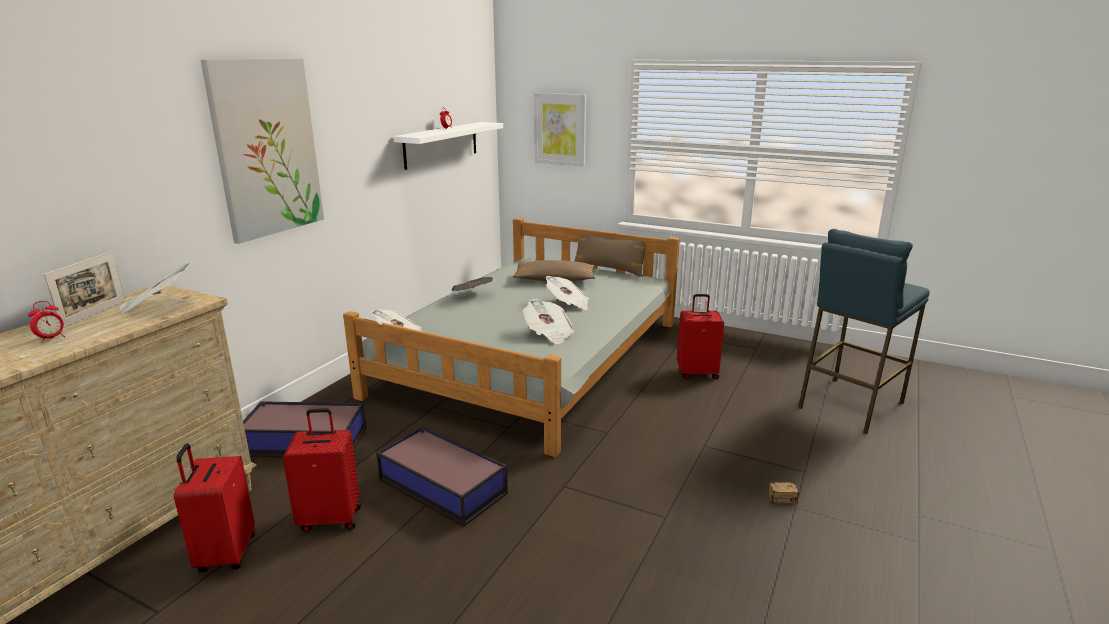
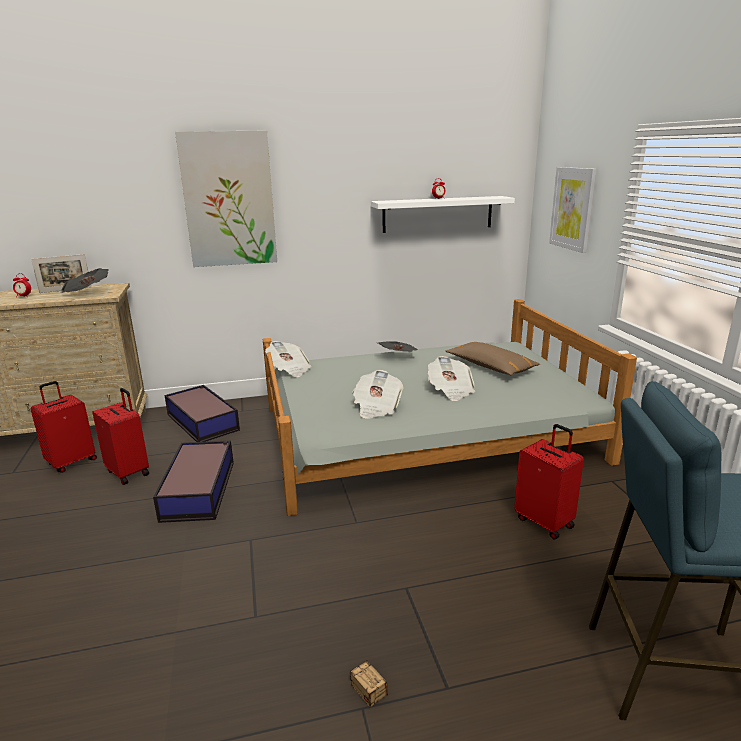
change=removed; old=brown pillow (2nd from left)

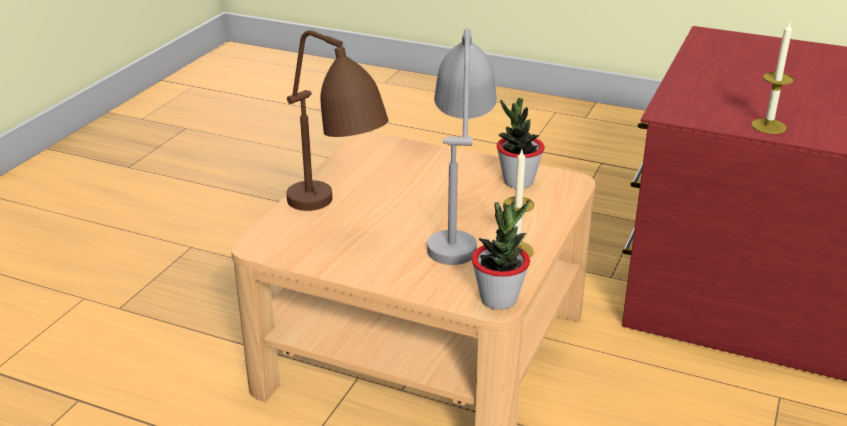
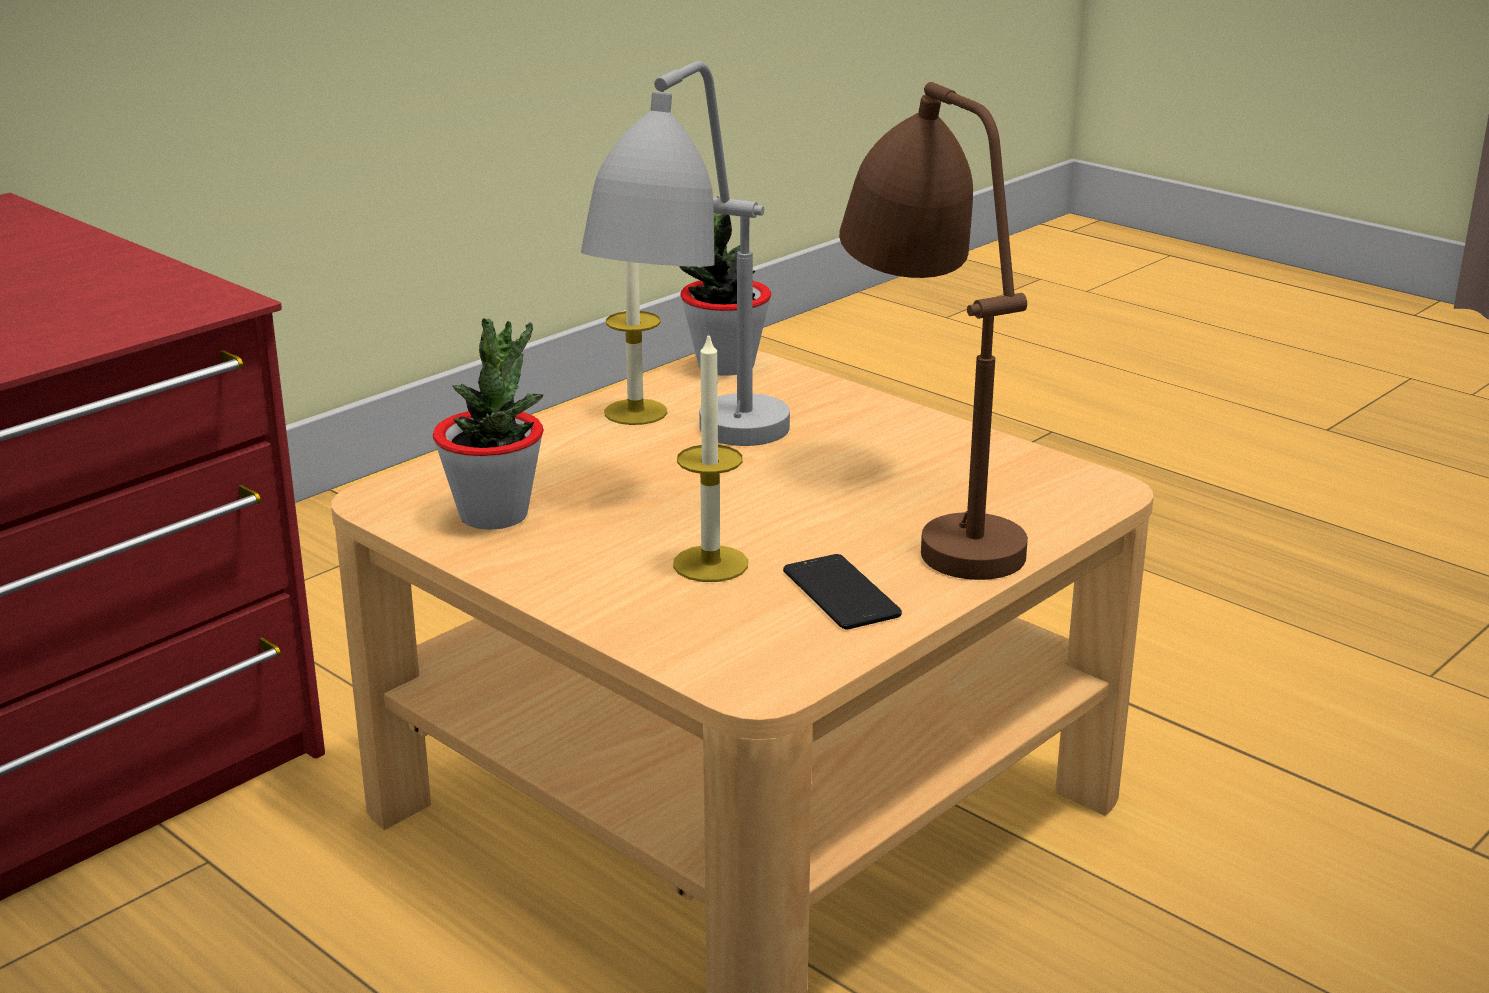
change=moved; old=candle (2nd from left)
change=added; new=phone

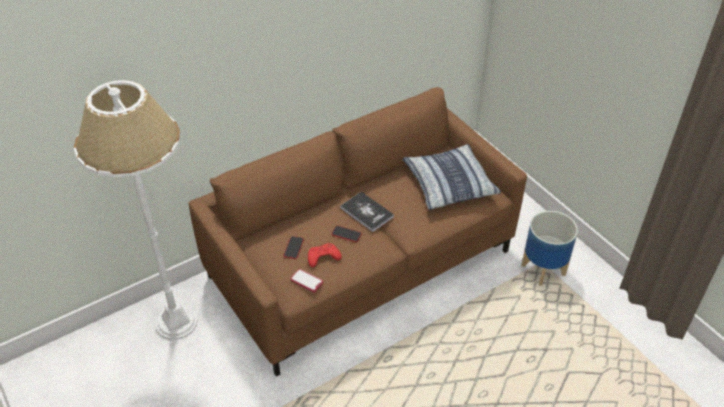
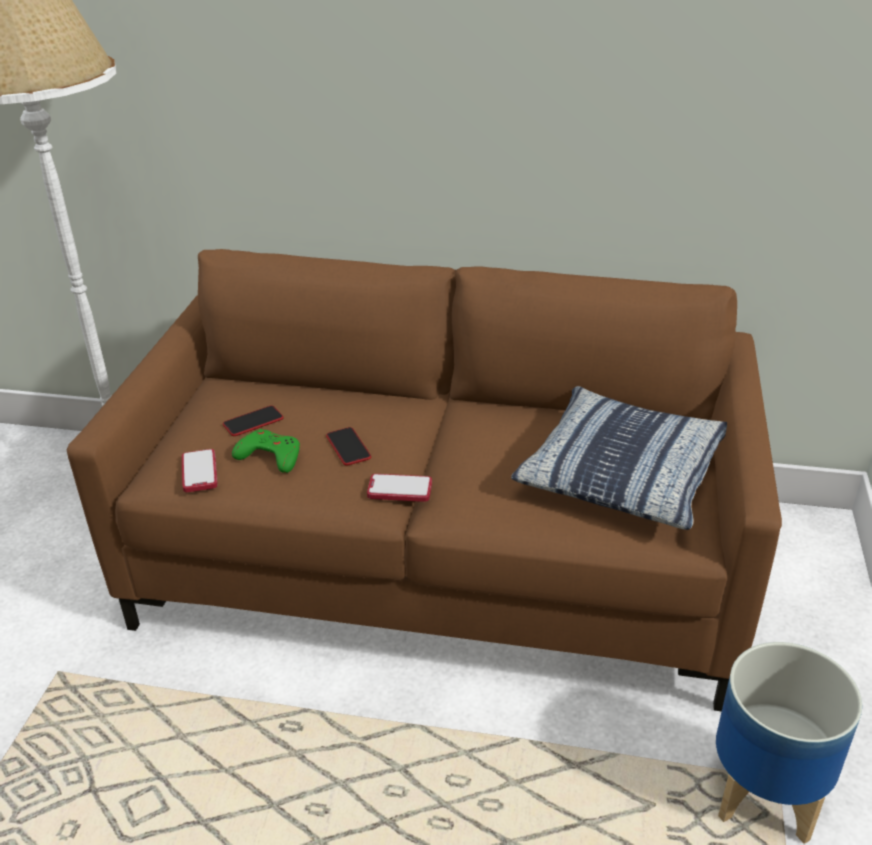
change=removed; old=book
change=recoloured; old=red game controller; new=green game controller
change=added; new=phone (4th from left)

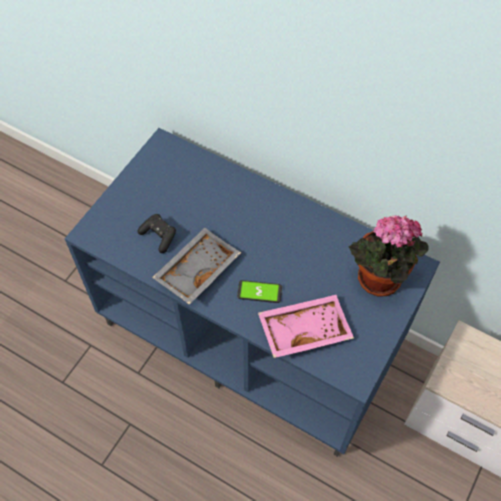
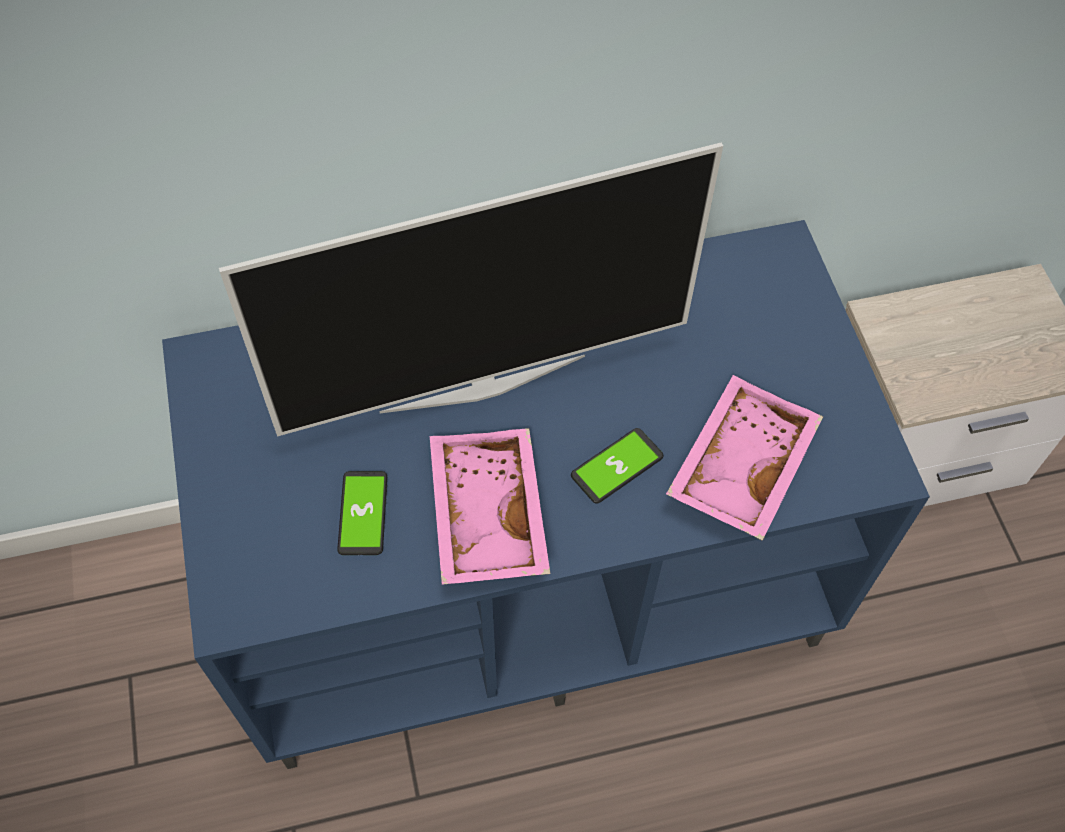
change=replaced; old=black game controller; new=phone (1st from left)
change=removed; old=potted plant
change=recoloured; old=grey tray; new=pink tray (1st from left)
change=added; new=television

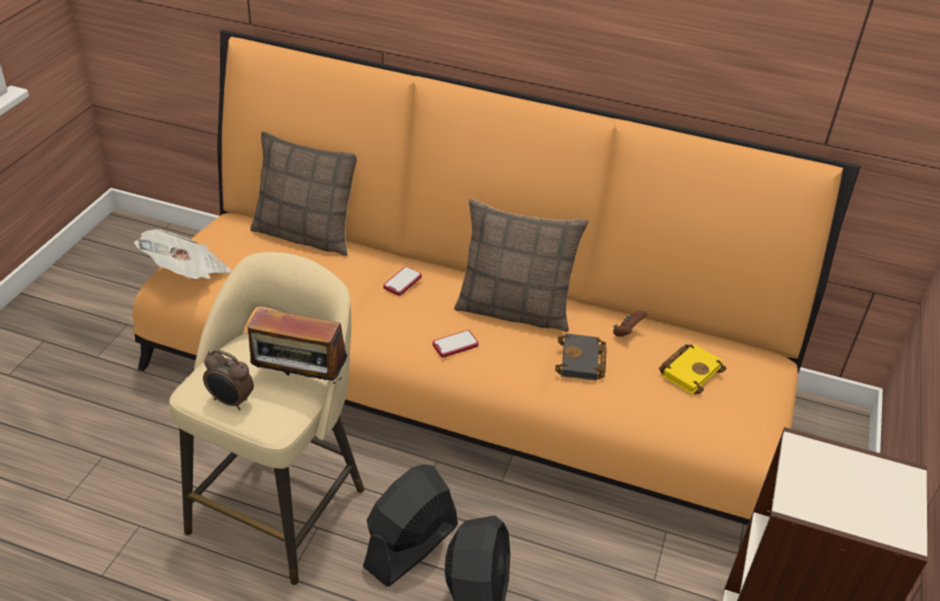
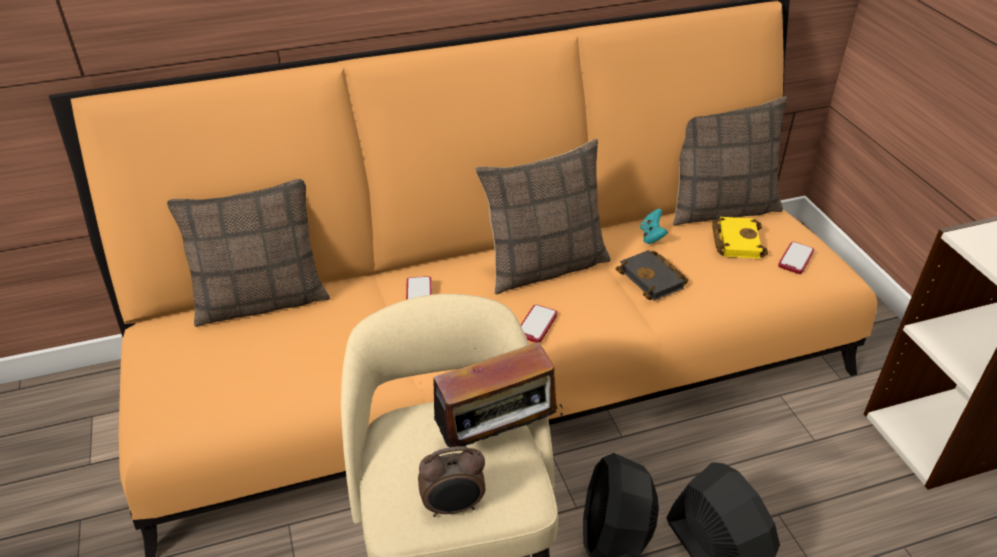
change=removed; old=newspaper
change=recoloured; old=brown game controller; new=turquoise game controller
change=added; new=pillow (3rd from left)
change=added; new=phone (3rd from left)

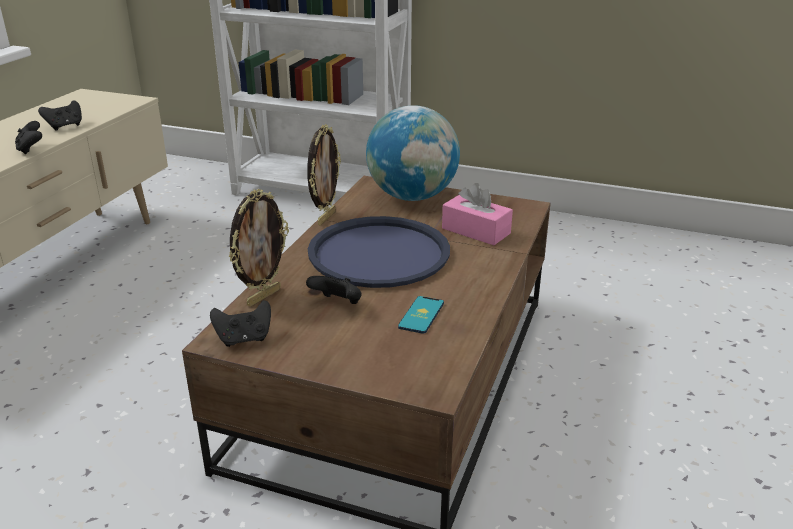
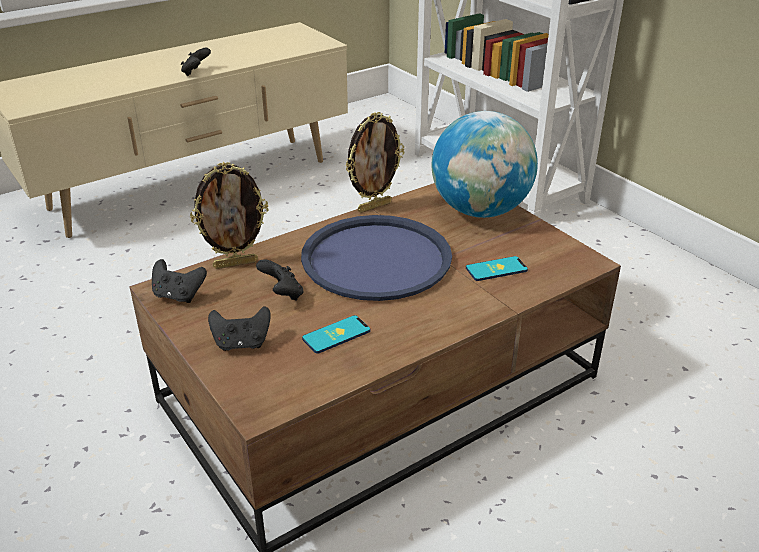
change=moved; old=black game controller (2nd from left in the first image); new=black game controller (3rd from left)
change=replaced; old=pink tissue box; new=phone (2nd from left)

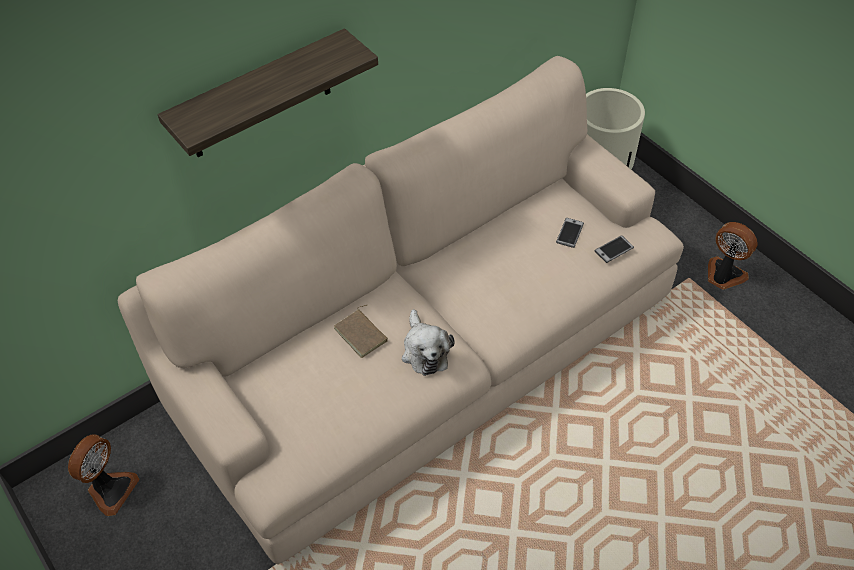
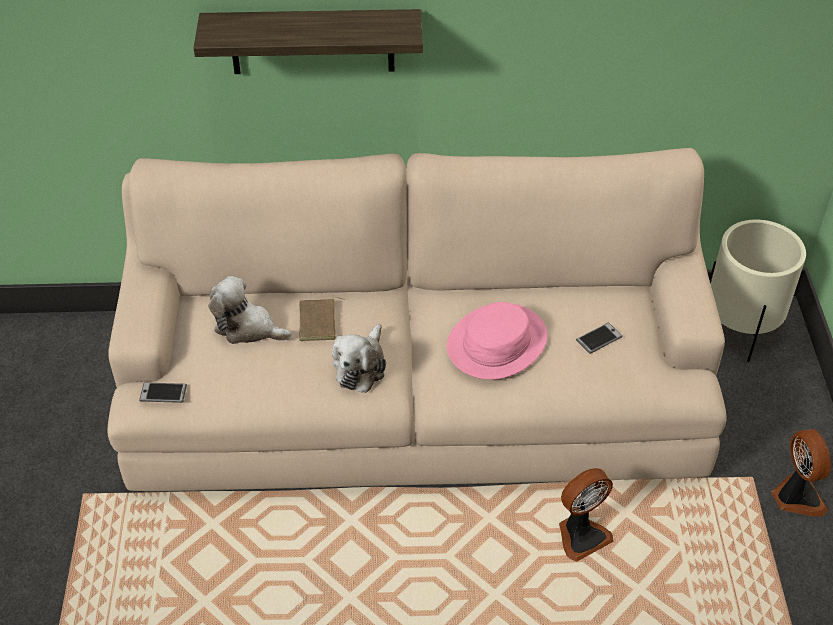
change=moved; old=phone (2nd from left in the first image); new=phone (1st from left)
change=moved; old=fan (1st from left)
change=added; new=plush toy (1st from left)
change=added; new=pink hat

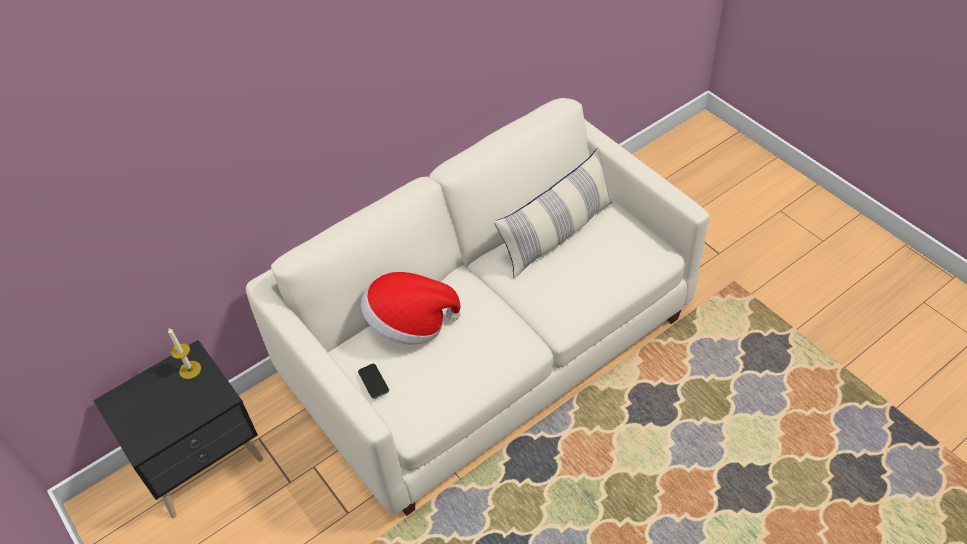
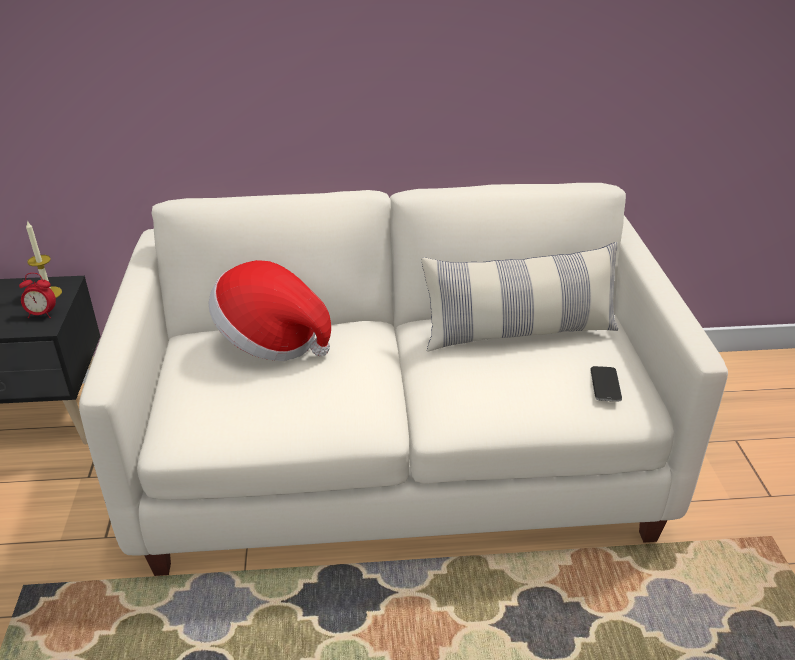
change=moved; old=phone
change=added; new=alarm clock

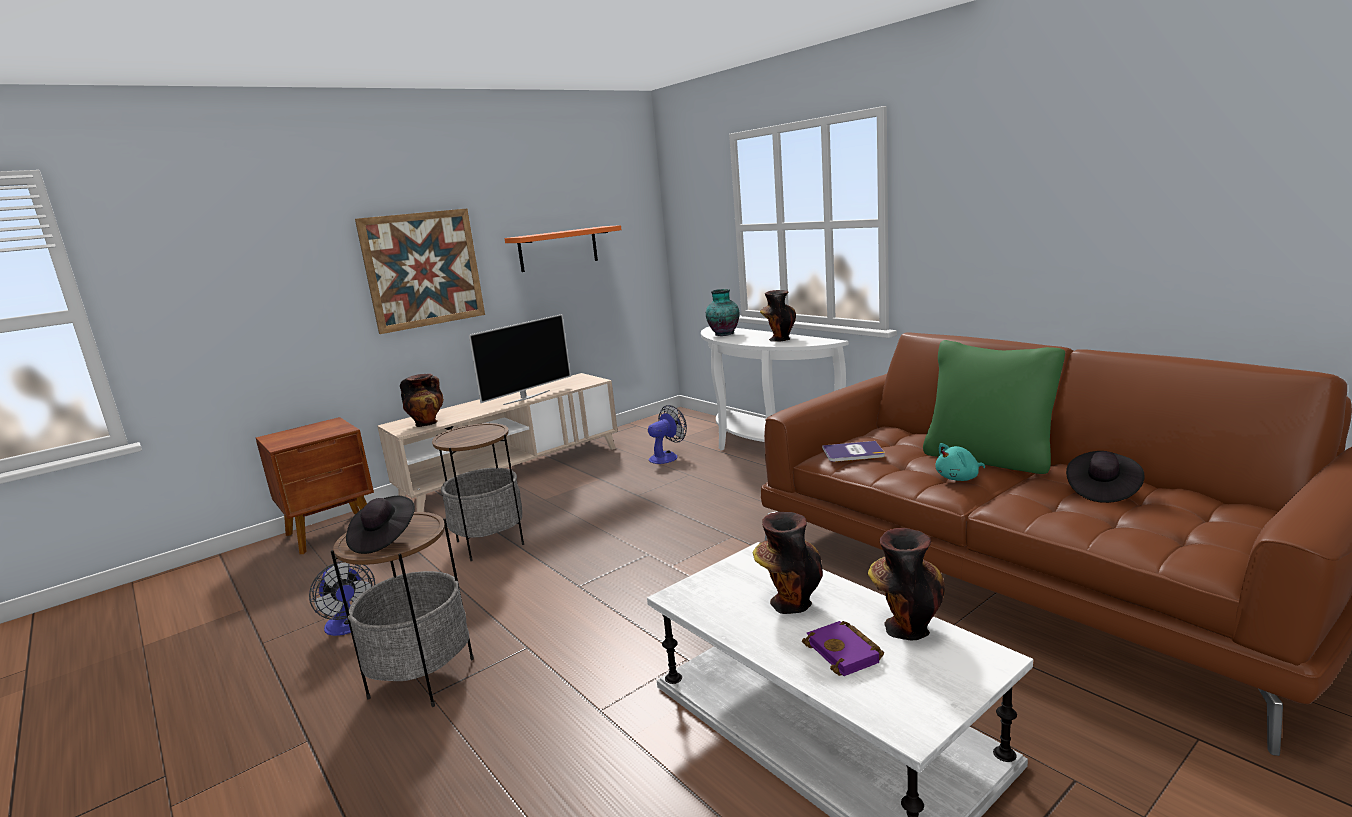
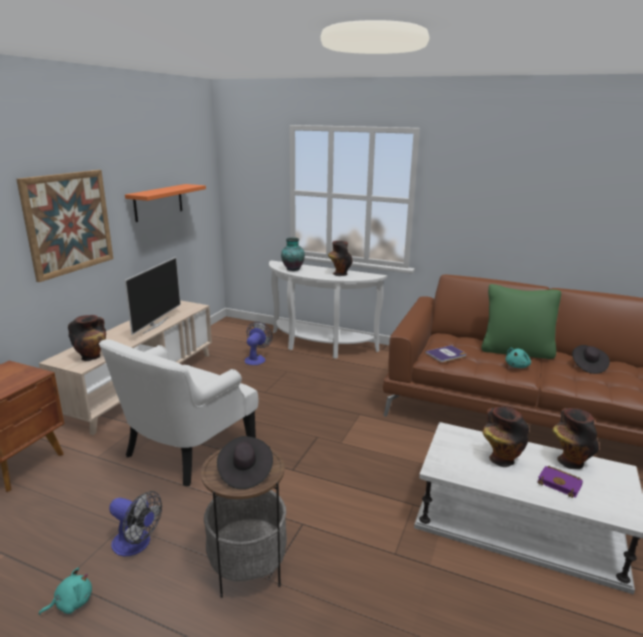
change=replaced; old=side table (2nd from left); new=white armchair
change=added; new=turquoise plush toy (1st from left)

